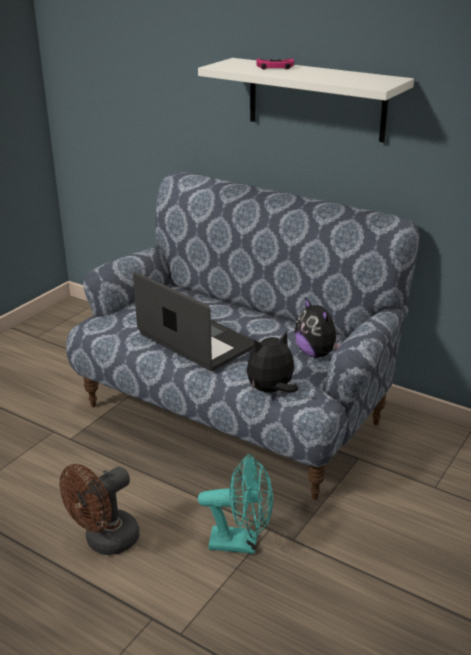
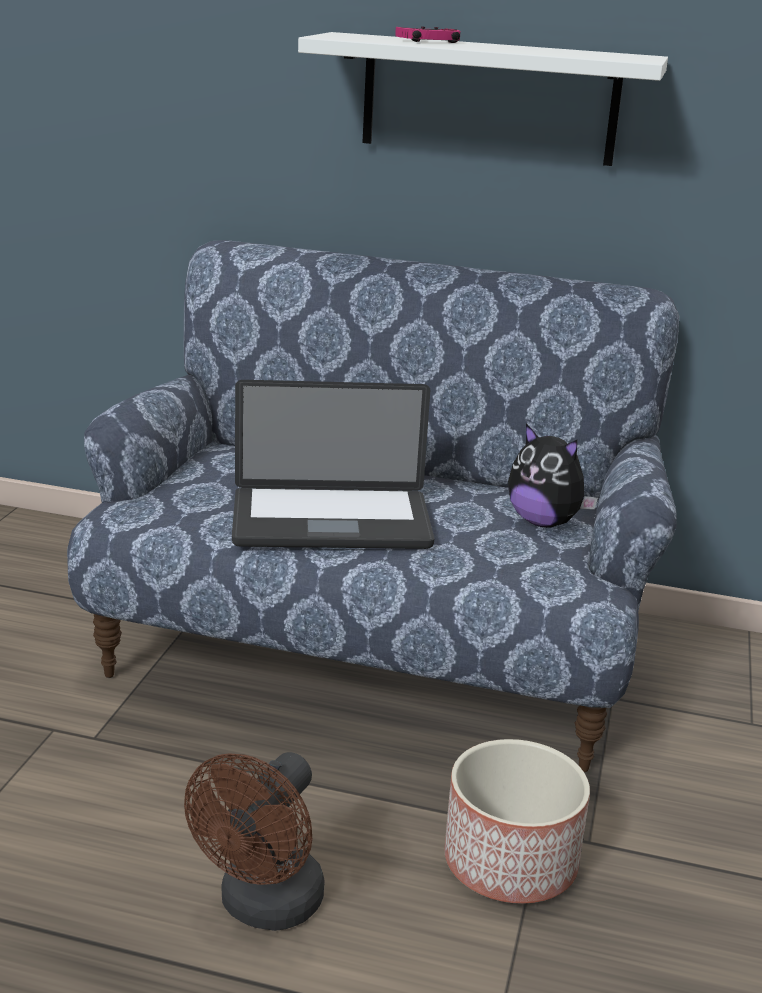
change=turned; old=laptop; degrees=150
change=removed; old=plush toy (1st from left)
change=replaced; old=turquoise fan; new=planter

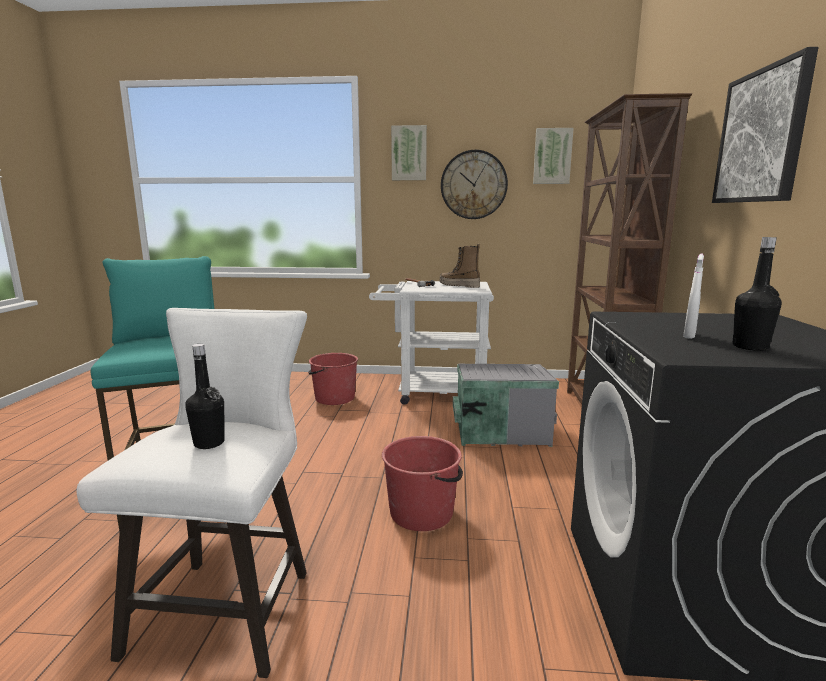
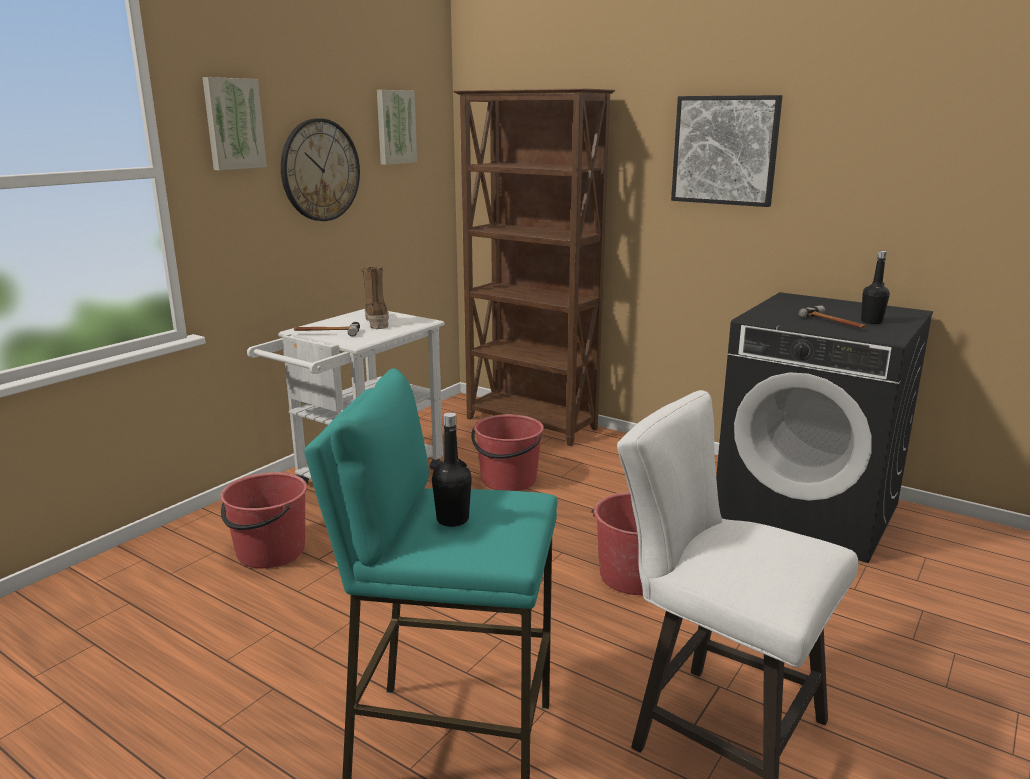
change=turned; old=boot; degrees=105
change=replaced; old=white spray bottle; new=hammer (2nd from left)
change=moved; old=black bottle (1st from left)
change=replaced; old=grey storage box; new=red bucket (2nd from left)

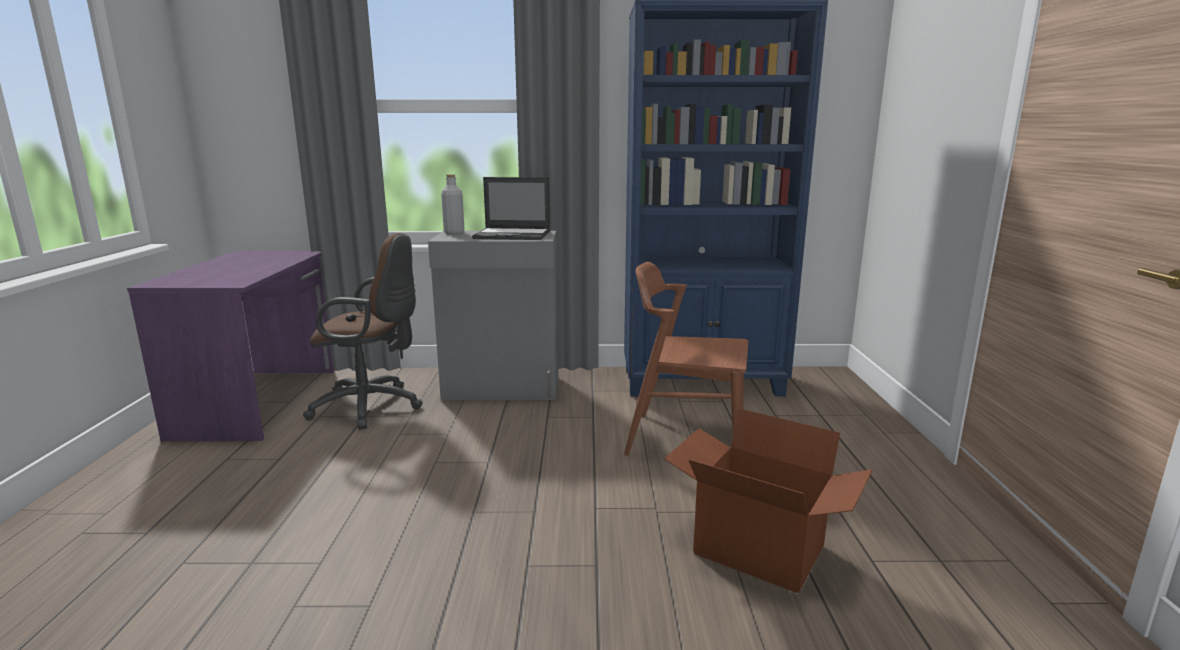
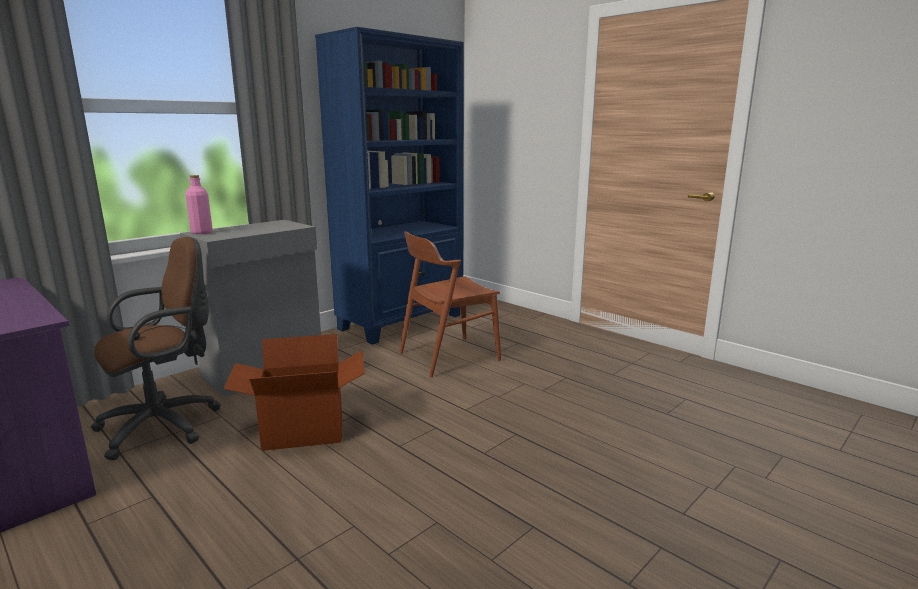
change=recoloured; old=grey bottle; new=pink bottle
change=removed; old=laptop
change=moved; old=cardboard box

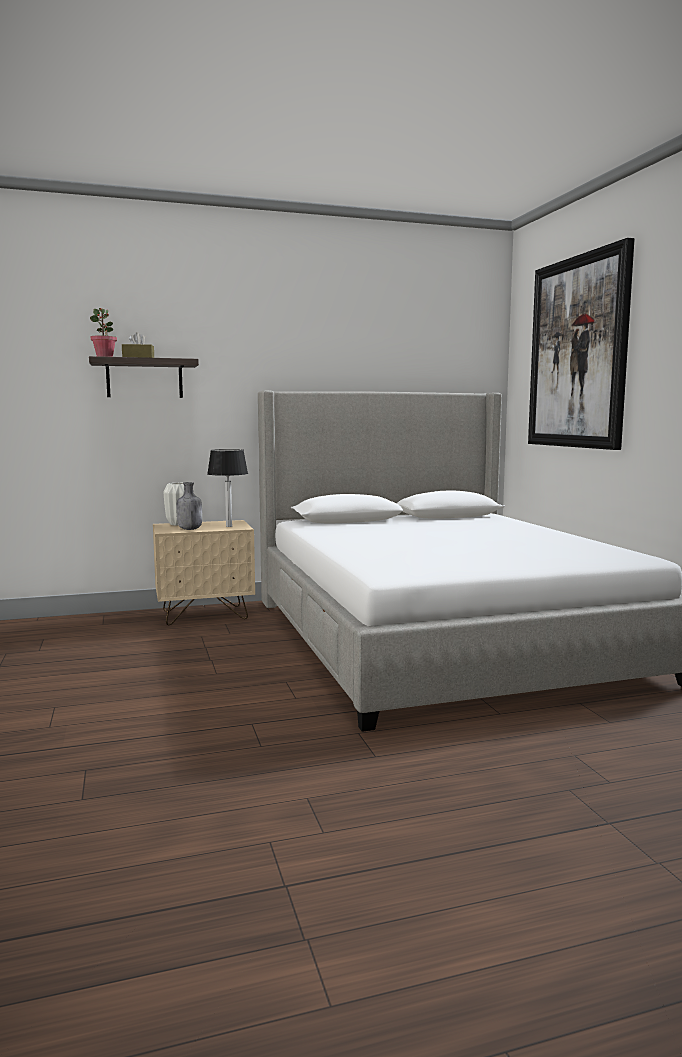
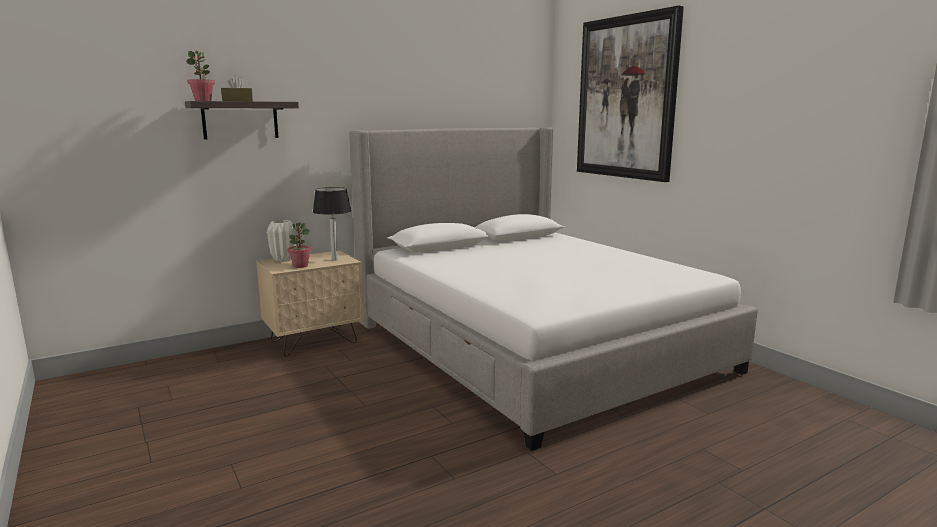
change=replaced; old=grey bottle; new=potted plant (2nd from left)

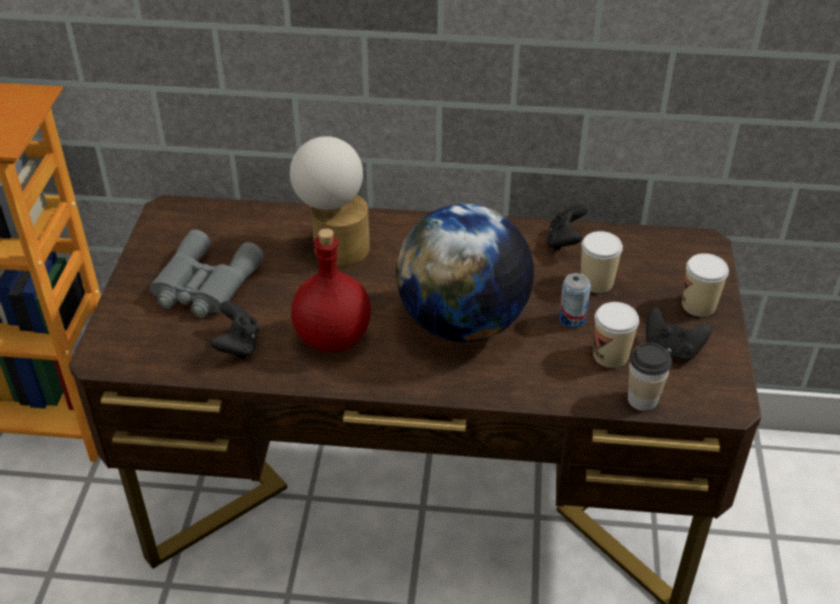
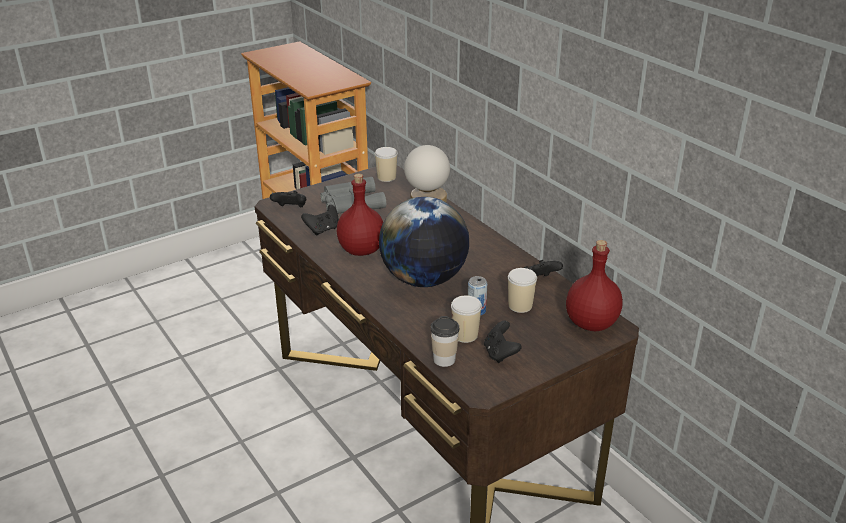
change=moved; old=cup (4th from left in the first image); new=cup (1st from left)
change=added; new=black game controller (1st from left)
change=added; new=red bottle (2nd from left)

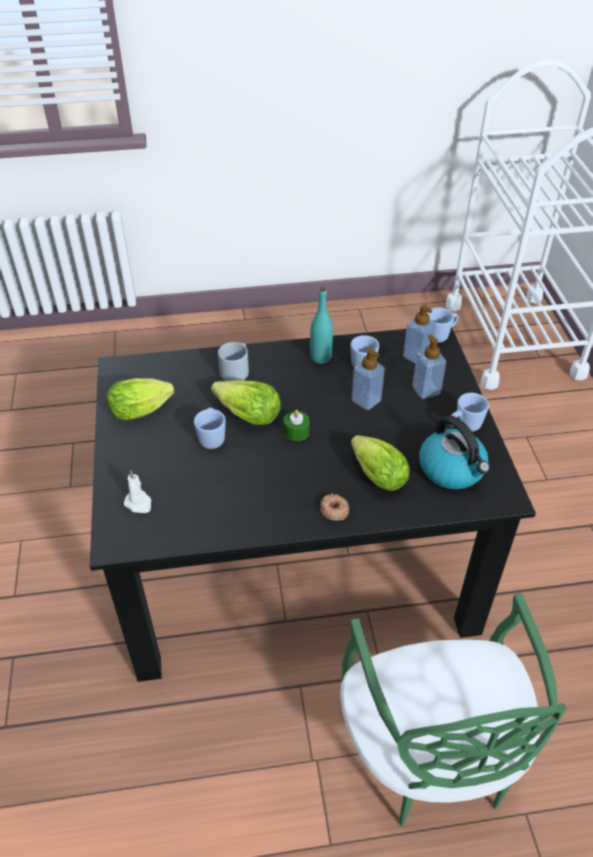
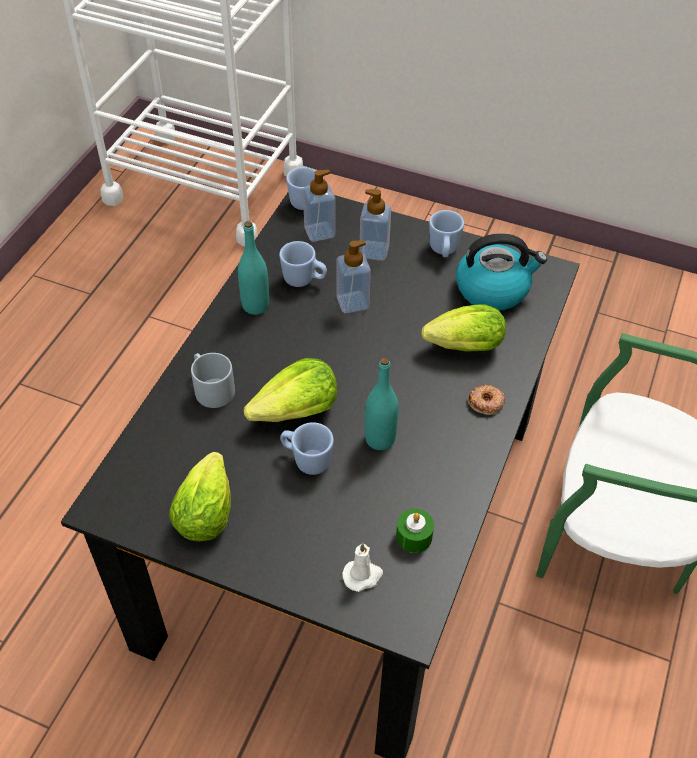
change=moved; old=green candle
change=added; new=turquoise bottle (2nd from left)

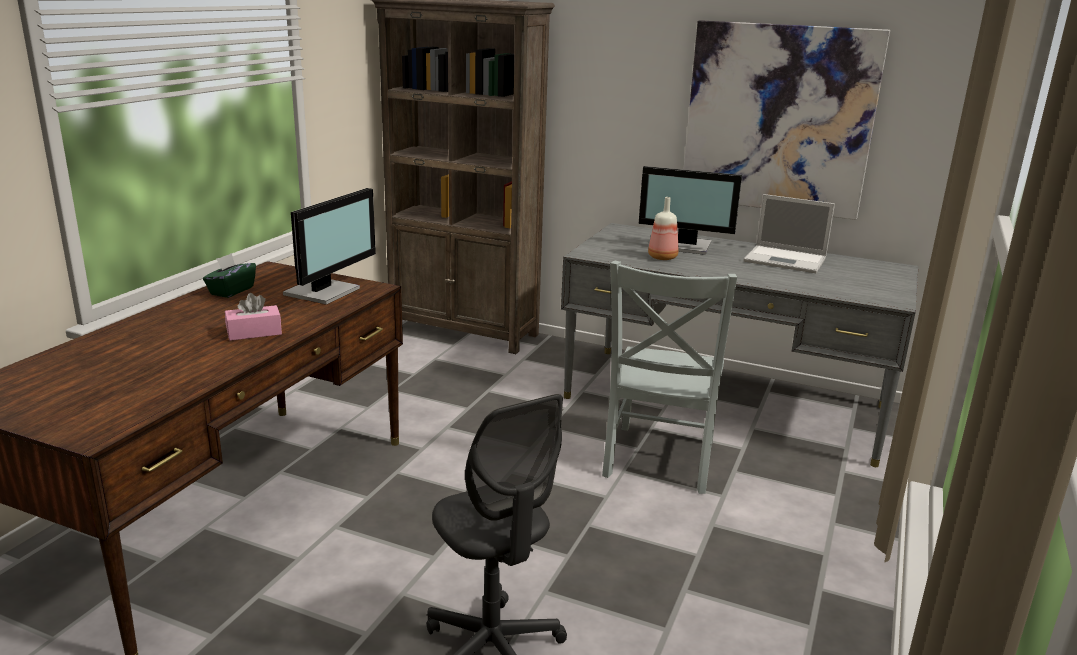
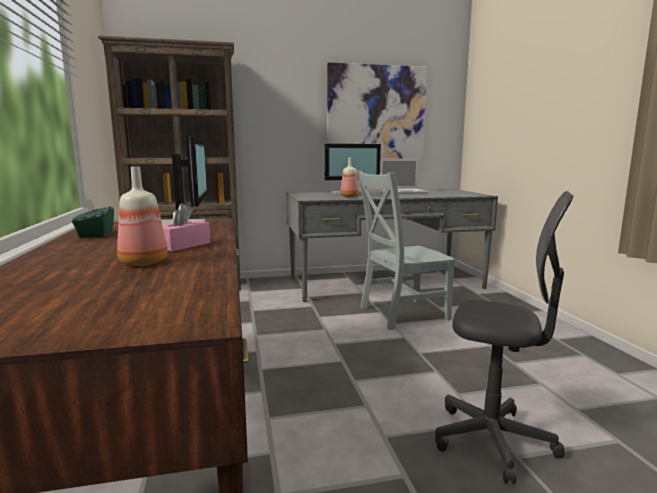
change=turned; old=grey chair; degrees=90
change=added; new=bottle (1st from left)

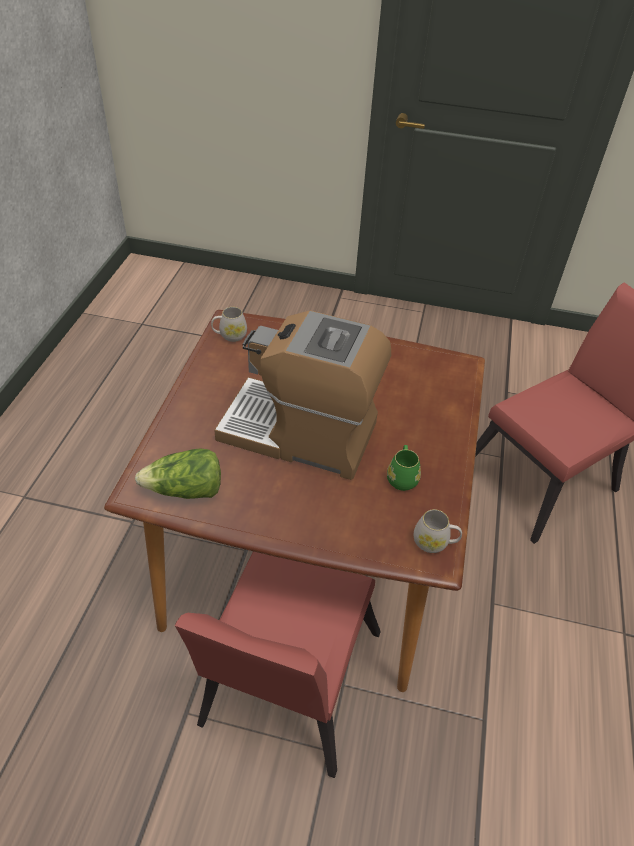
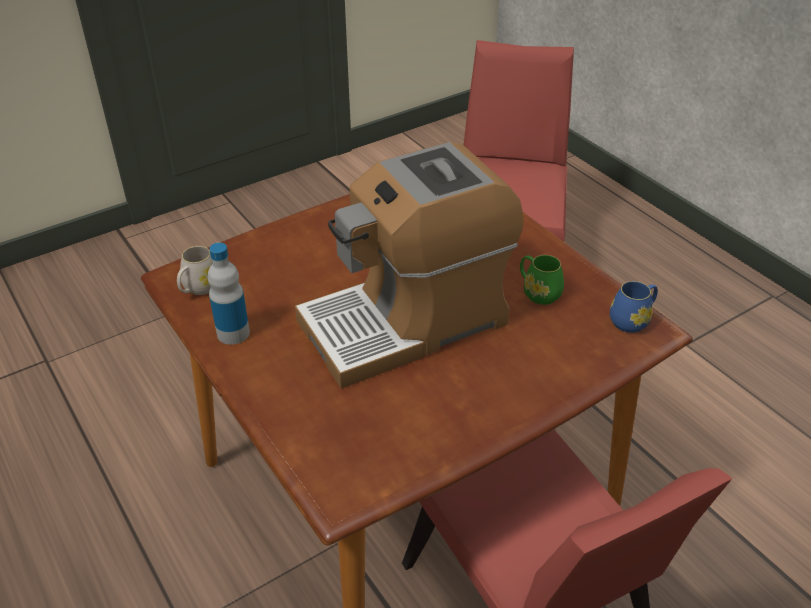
change=removed; old=lettuce
change=recoloured; old=white mug (2nd from left); new=blue mug
change=added; new=bottle

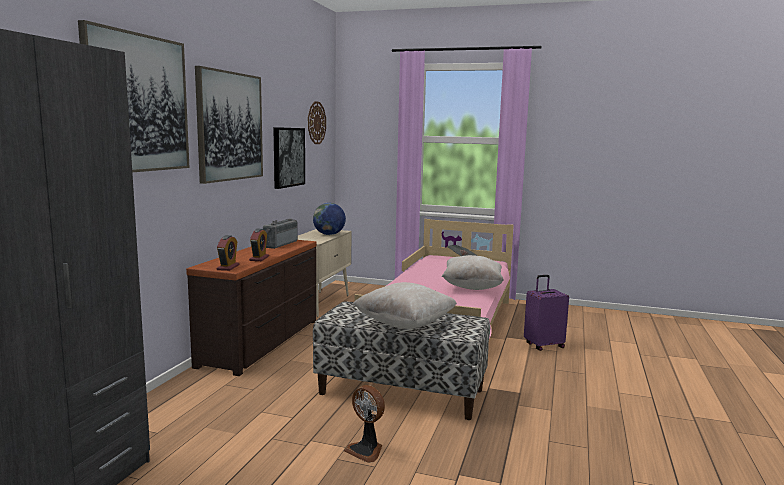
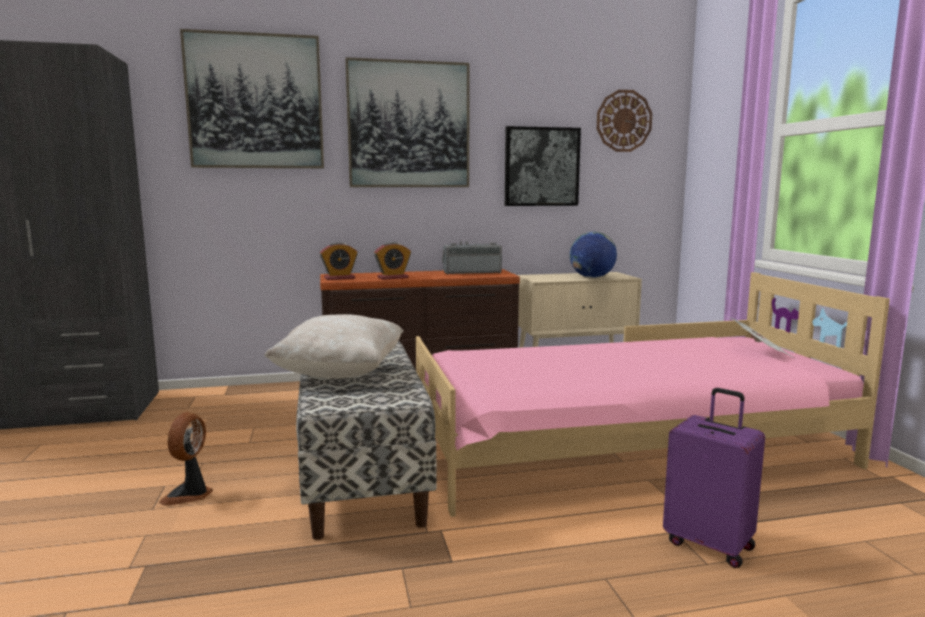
change=removed; old=beige pillow (2nd from left)

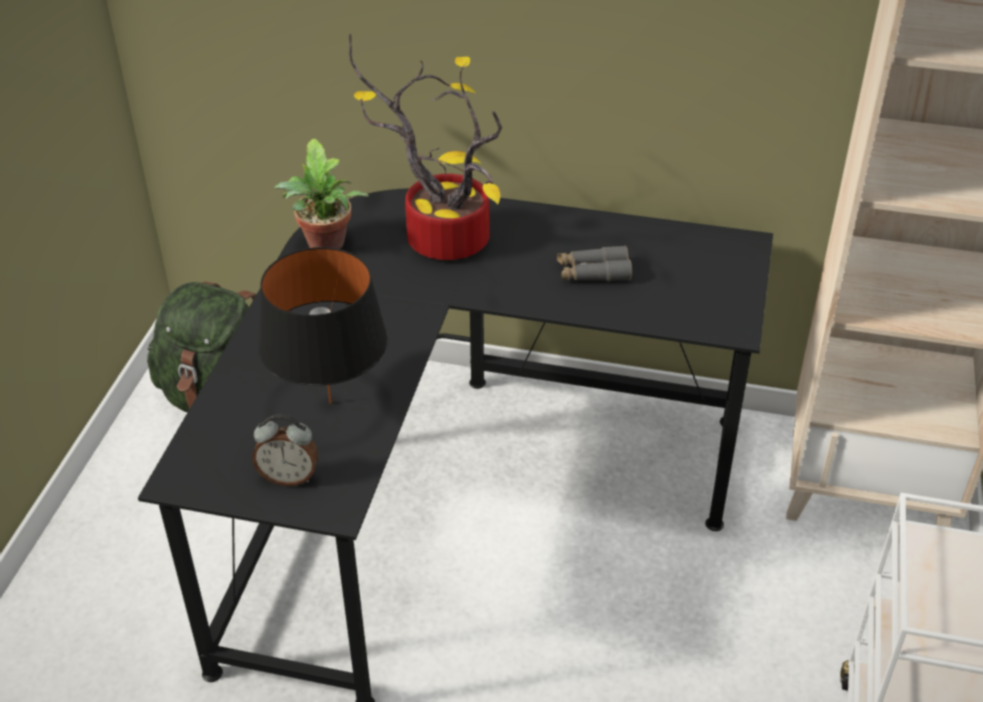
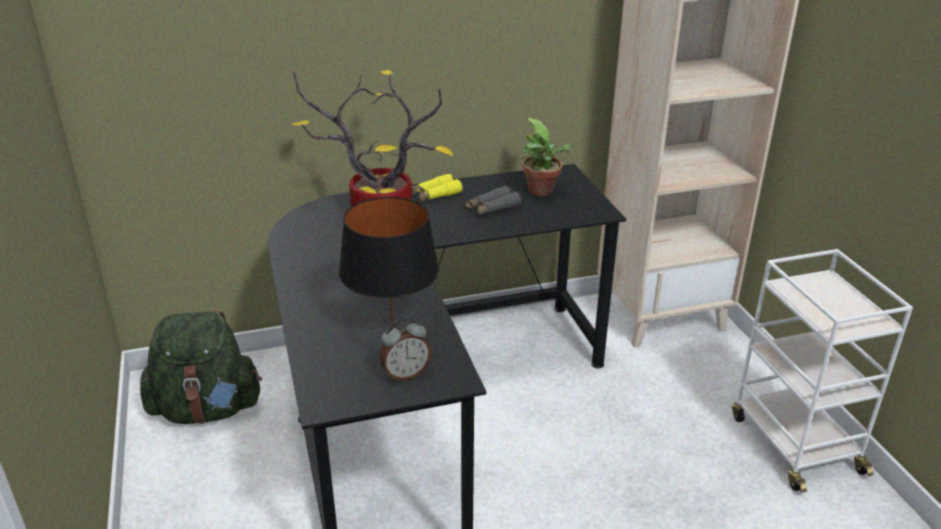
change=moved; old=potted plant (1st from left in the first image); new=potted plant (2nd from left)
change=added; new=yellow binoculars

